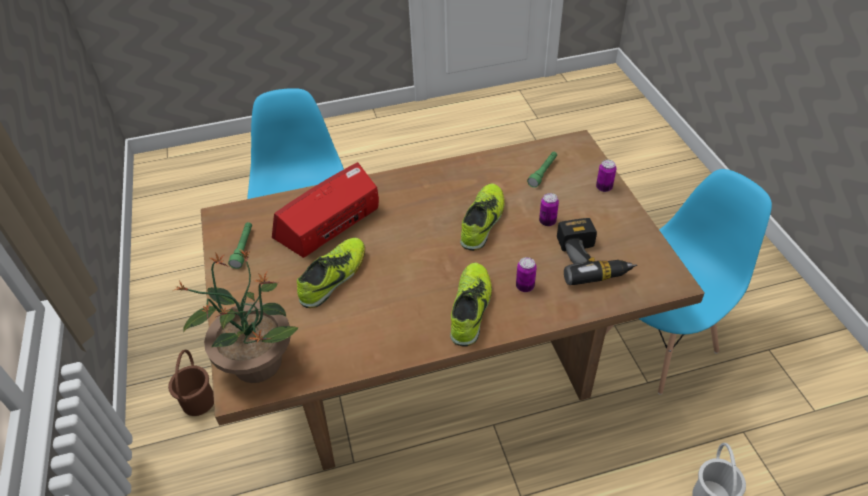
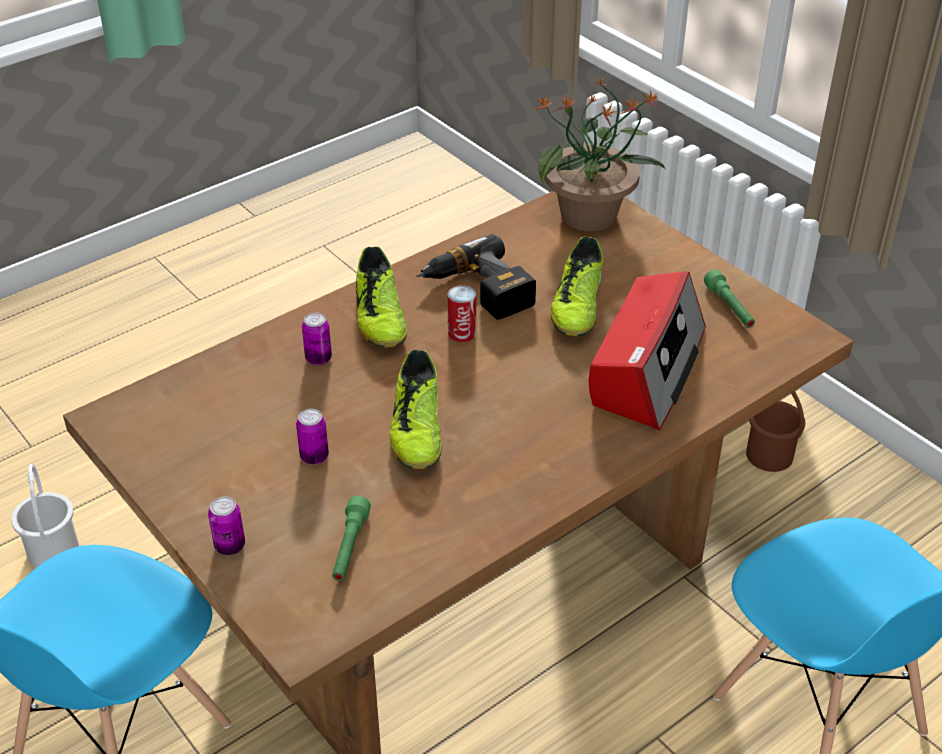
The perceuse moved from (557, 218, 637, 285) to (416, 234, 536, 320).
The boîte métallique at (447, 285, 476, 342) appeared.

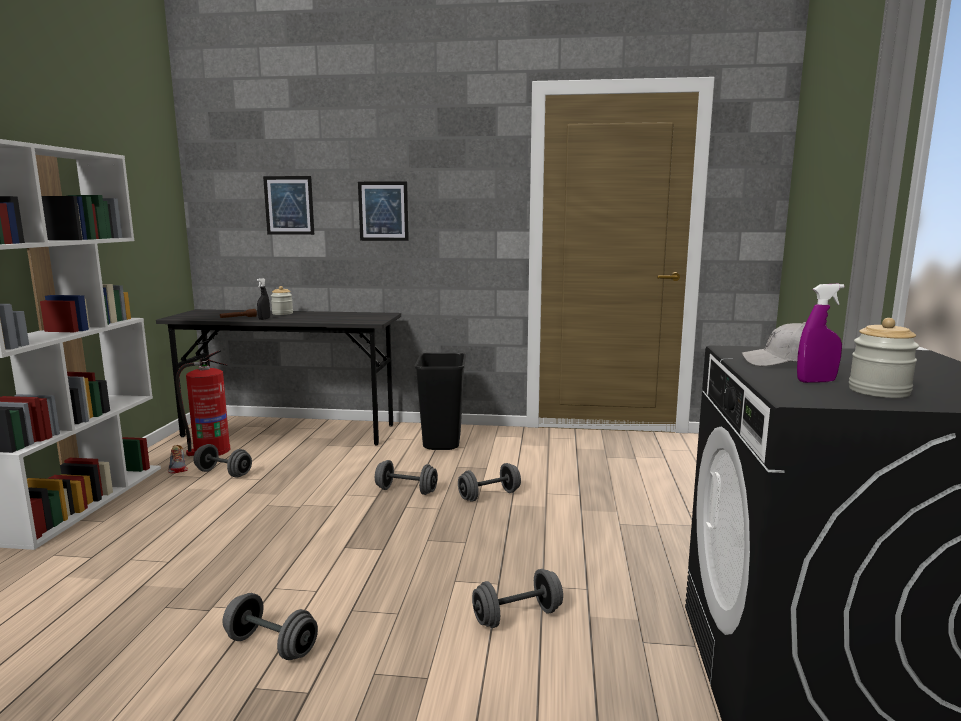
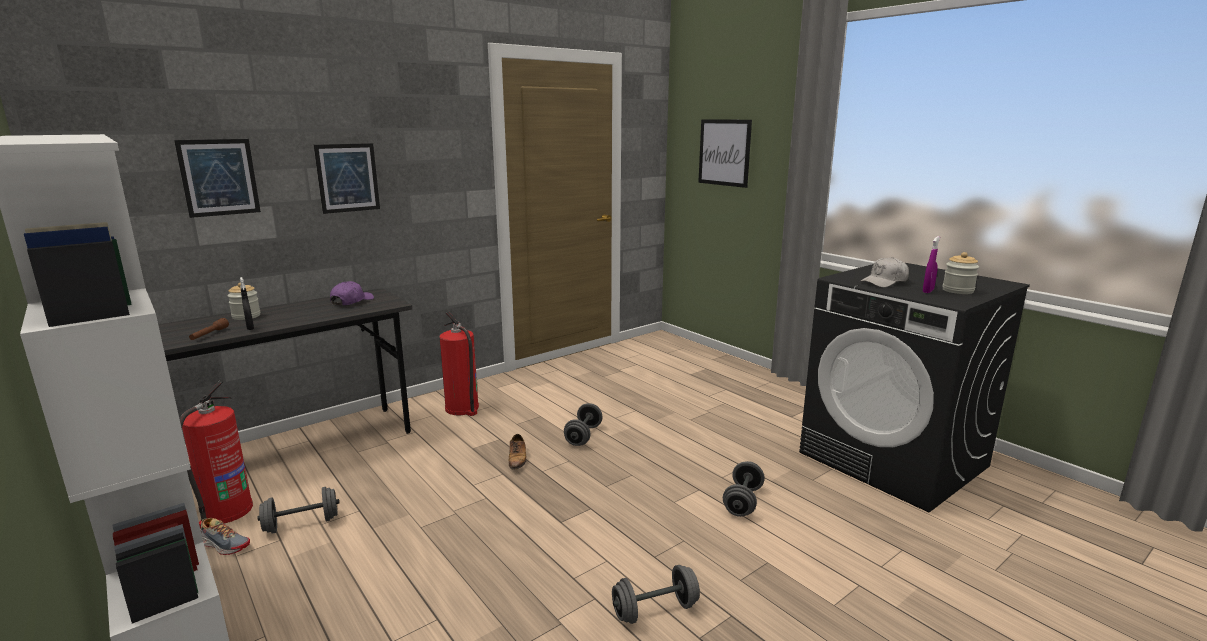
The poubelle/noir at (415, 353, 466, 450) was replaced by the extincteur at (439, 311, 479, 416).
The haltère/gris at (375, 460, 438, 495) was replaced by the chaussure at (509, 434, 527, 470).
The tableau at (698, 119, 752, 188) appeared.
The casquette/violet at (330, 281, 374, 305) appeared.

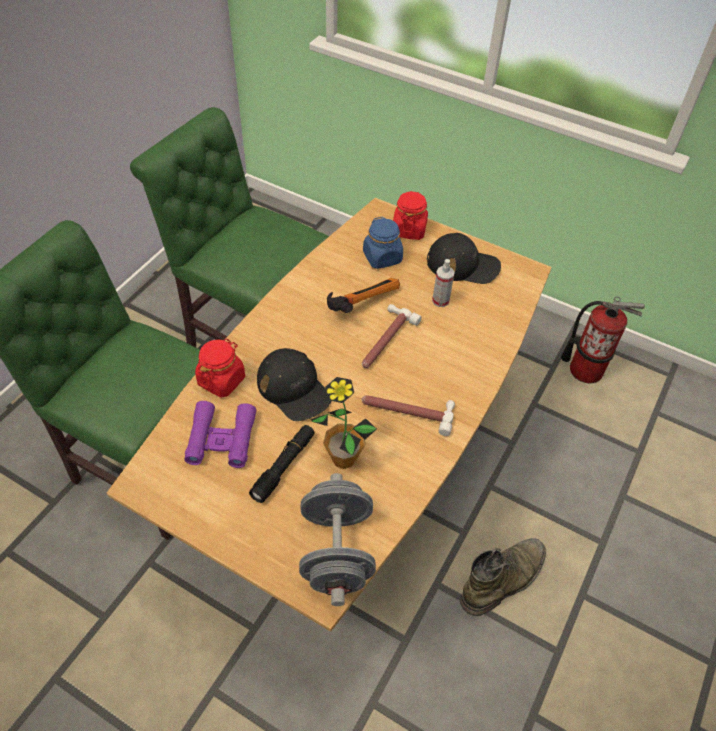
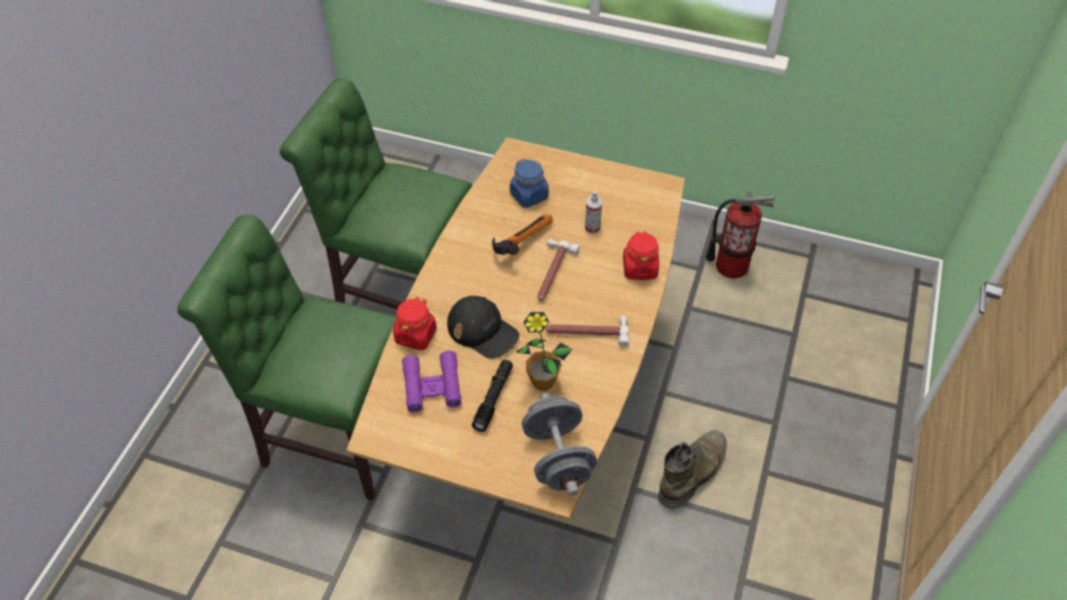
The bocal/rouge moved from (393, 191, 428, 240) to (623, 231, 659, 280).
The casquette/noir at (427, 233, 501, 284) disappeared.

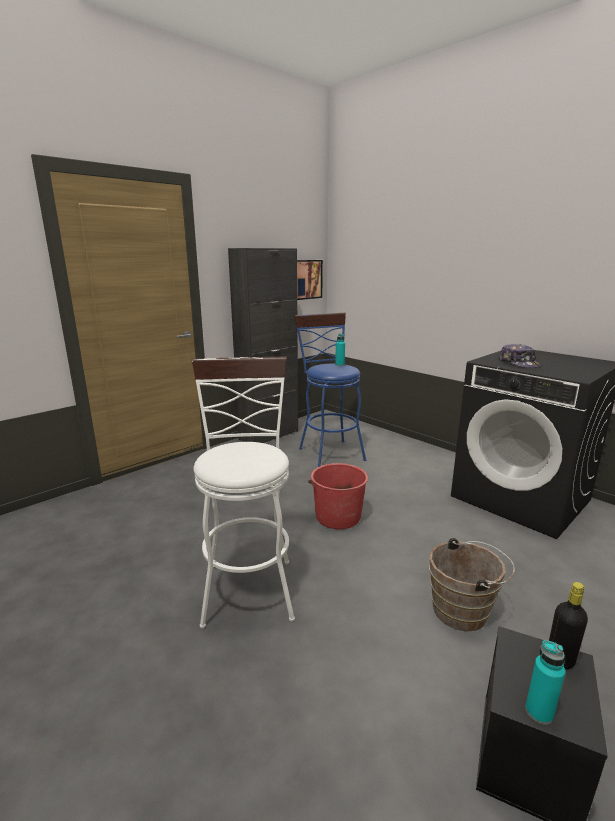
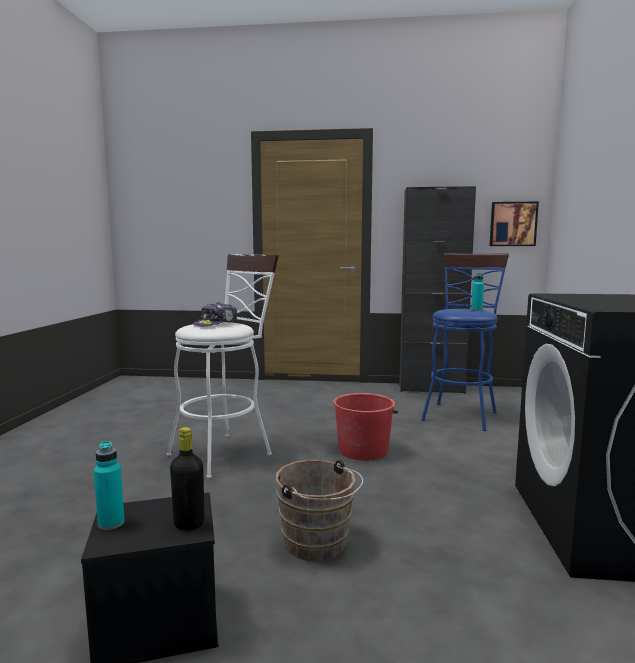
The casquette moved from (499, 344, 540, 368) to (193, 302, 237, 326).

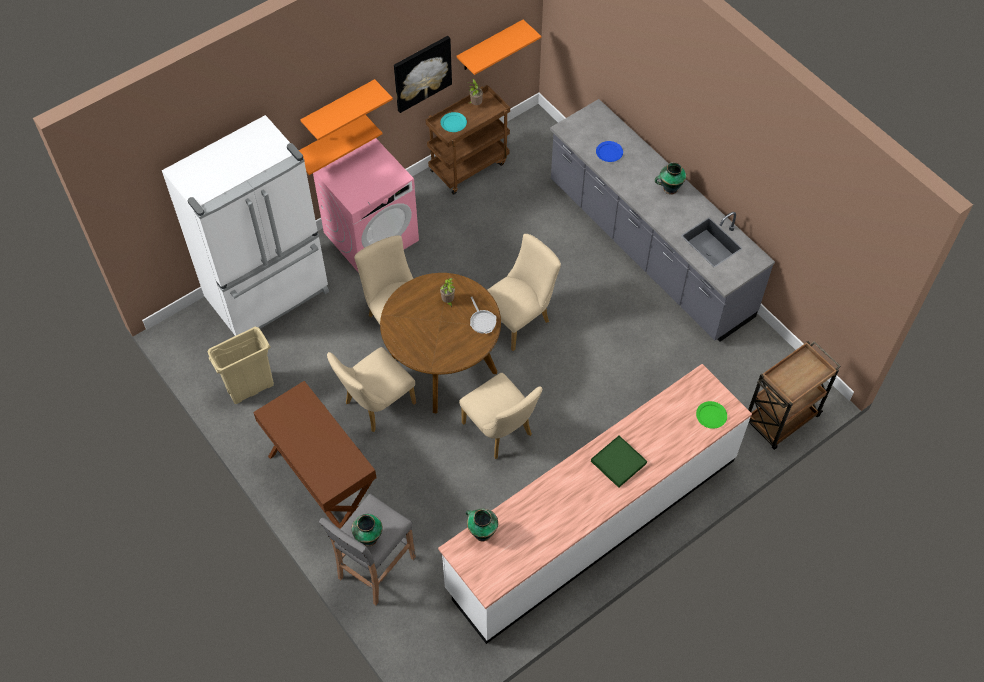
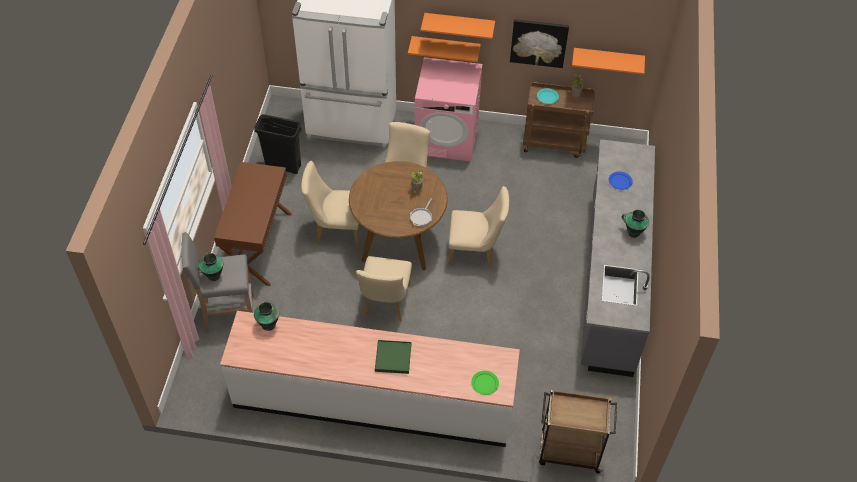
The poubelle/beige at (208, 327, 274, 404) became the poubelle/noir at (254, 114, 302, 174).

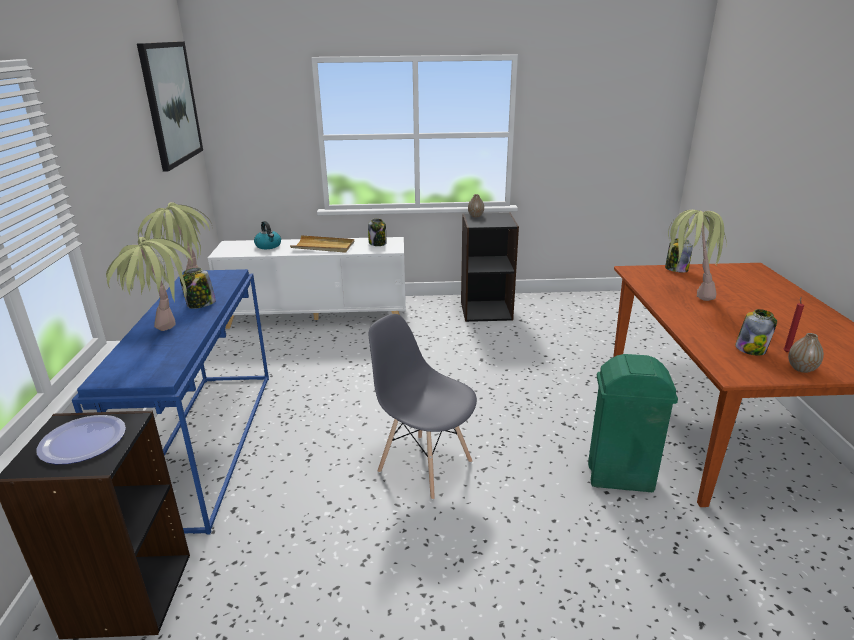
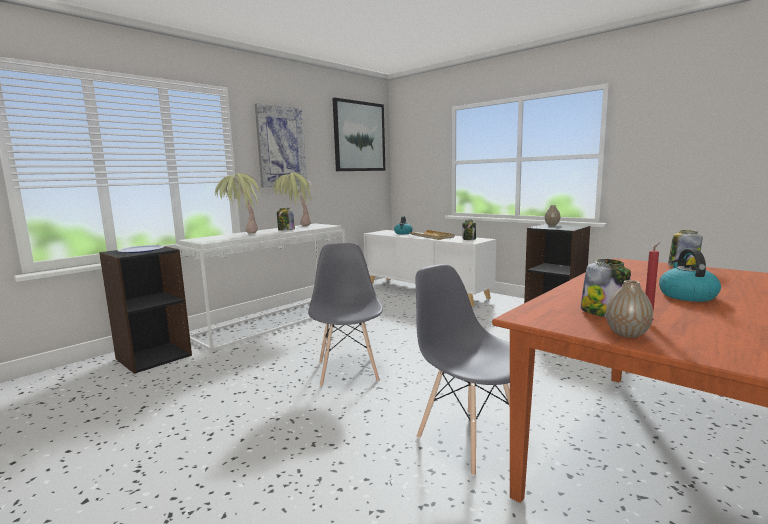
The plante en pot at (668, 210, 727, 301) disappeared.
The table console/bleu at (72, 269, 269, 535) became the table console/blanc at (175, 224, 345, 352).
The poubelle/vert at (588, 354, 678, 492) was replaced by the chaise/gris at (415, 264, 510, 476).
The tableau at (255, 103, 307, 188) appeared.
The bouilloire at (659, 248, 721, 302) appeared.

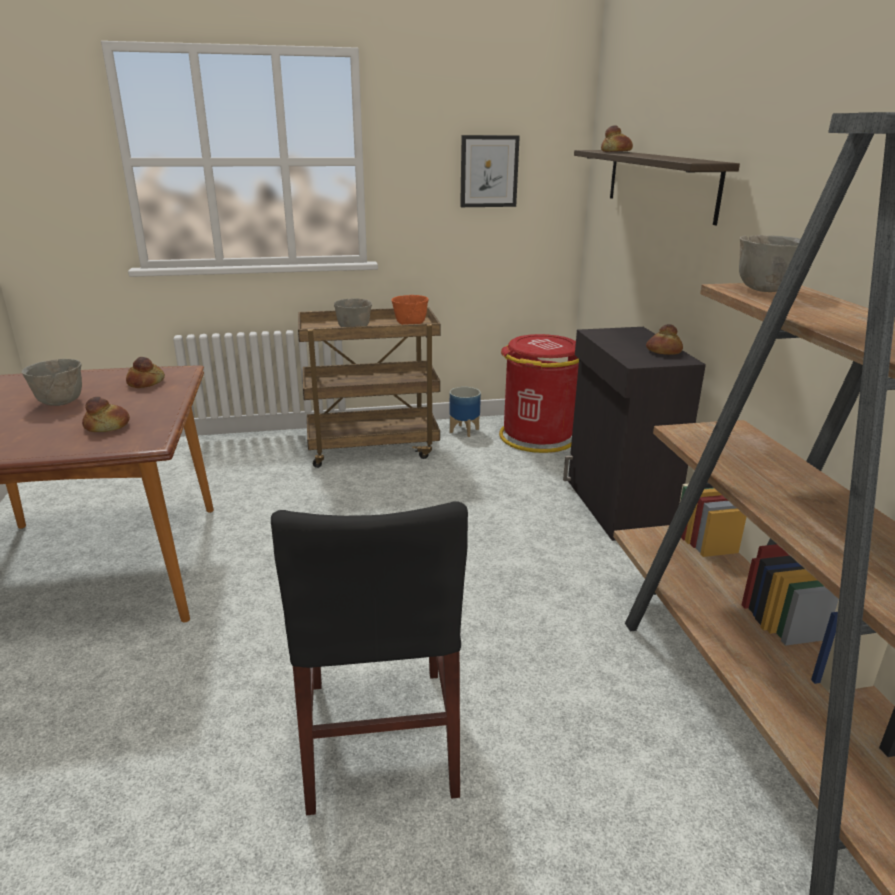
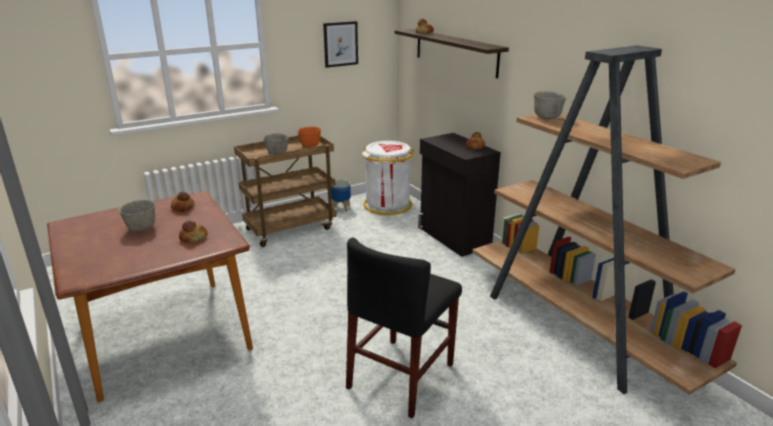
The poubelle/rouge at (499, 334, 579, 453) became the poubelle/blanc at (362, 141, 414, 215).
The chaise/noir at (271, 501, 468, 815) turned 60 degrees clockwise.

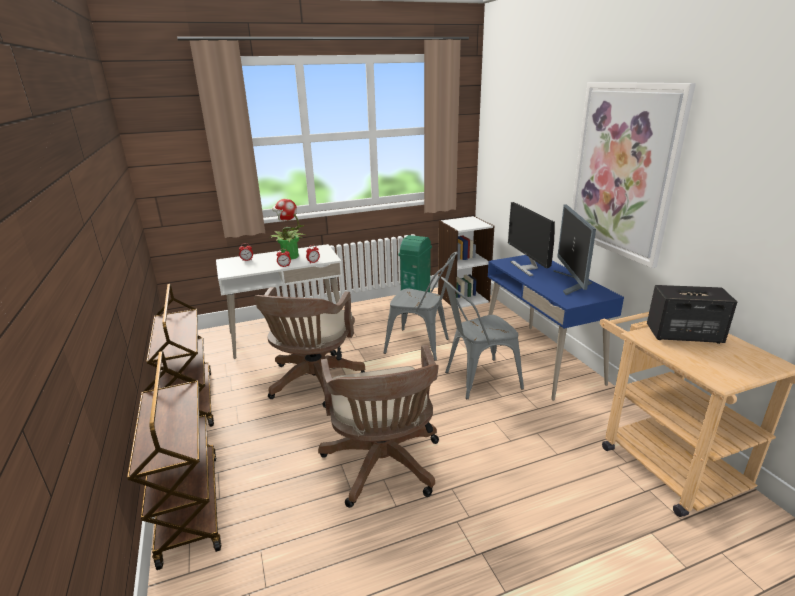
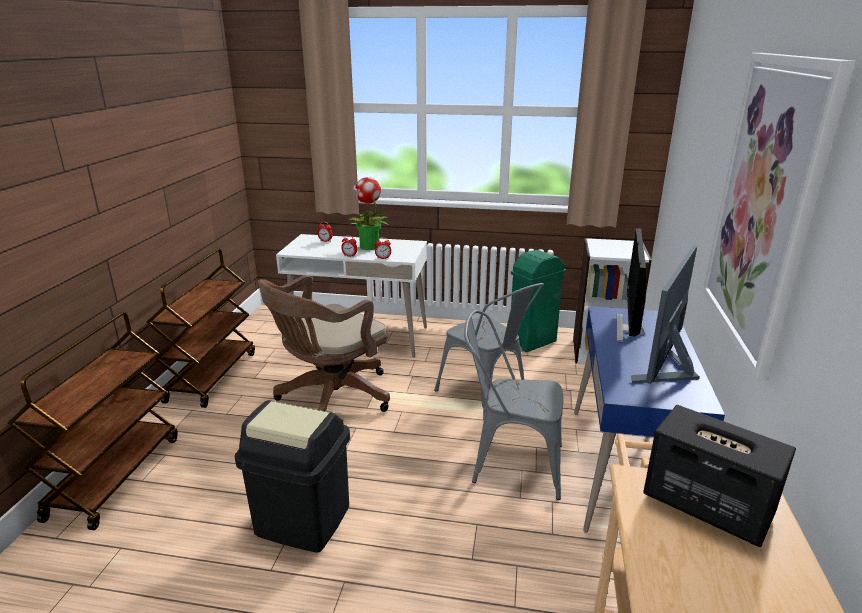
The chaise de bureau/marron at (318, 345, 439, 508) was replaced by the poubelle/noir at (235, 400, 350, 553).

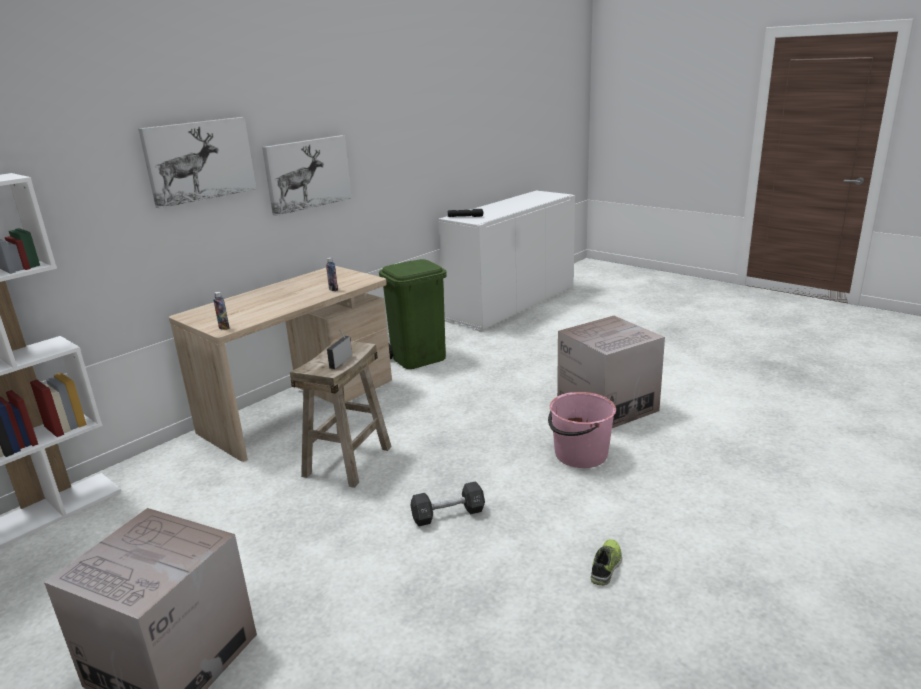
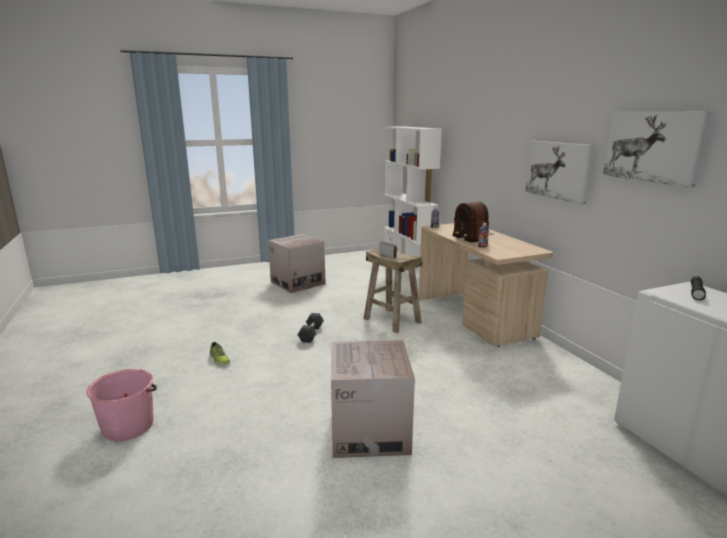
The tableau moved from (138, 117, 256, 208) to (603, 111, 711, 187).
The poubelle/vert at (379, 259, 447, 369) disappeared.
The seau/rose moved from (548, 392, 616, 468) to (86, 369, 157, 442).
The radio at (452, 202, 493, 243) appeared.

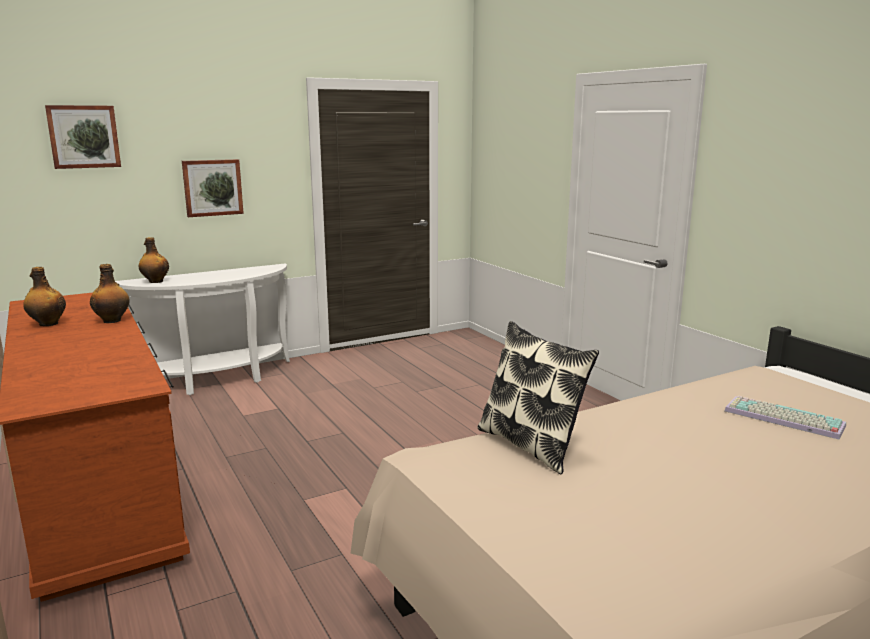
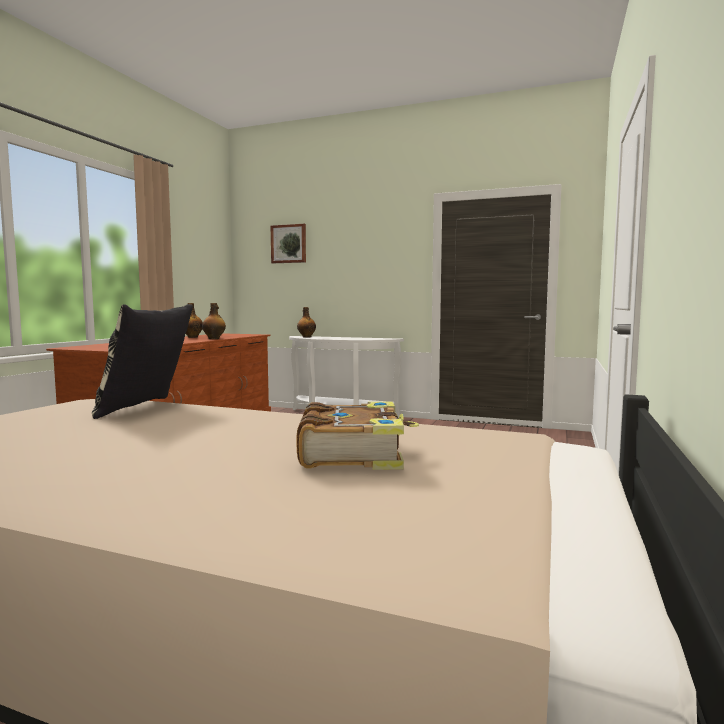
The tableau at (182, 159, 244, 217) disappeared.
The clavier at (725, 396, 846, 440) was replaced by the livre at (297, 401, 419, 470).

